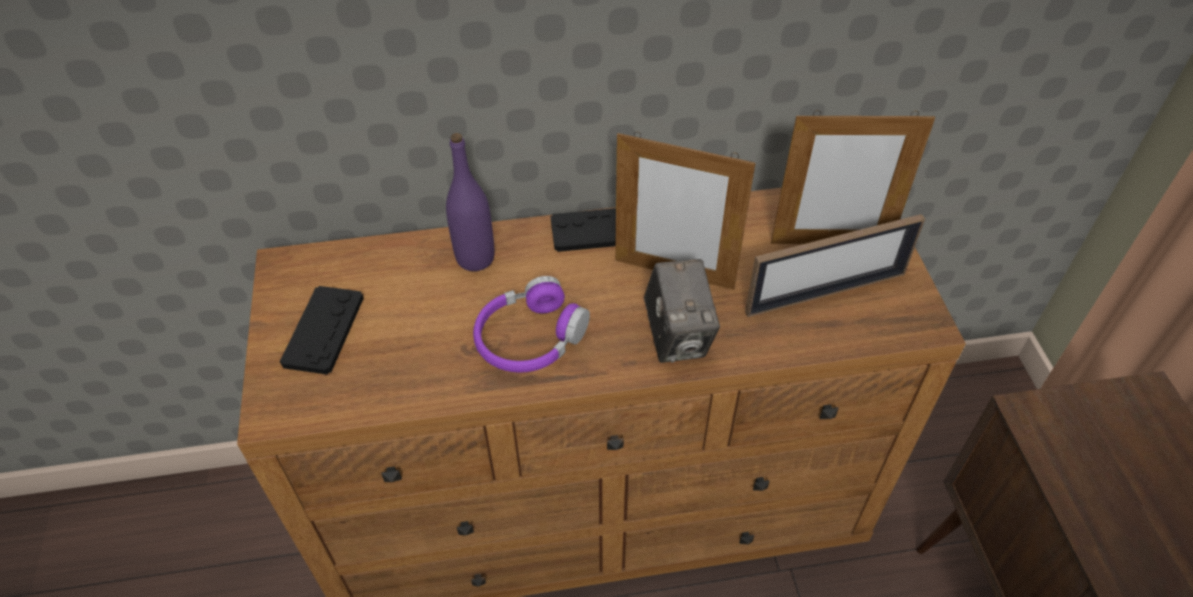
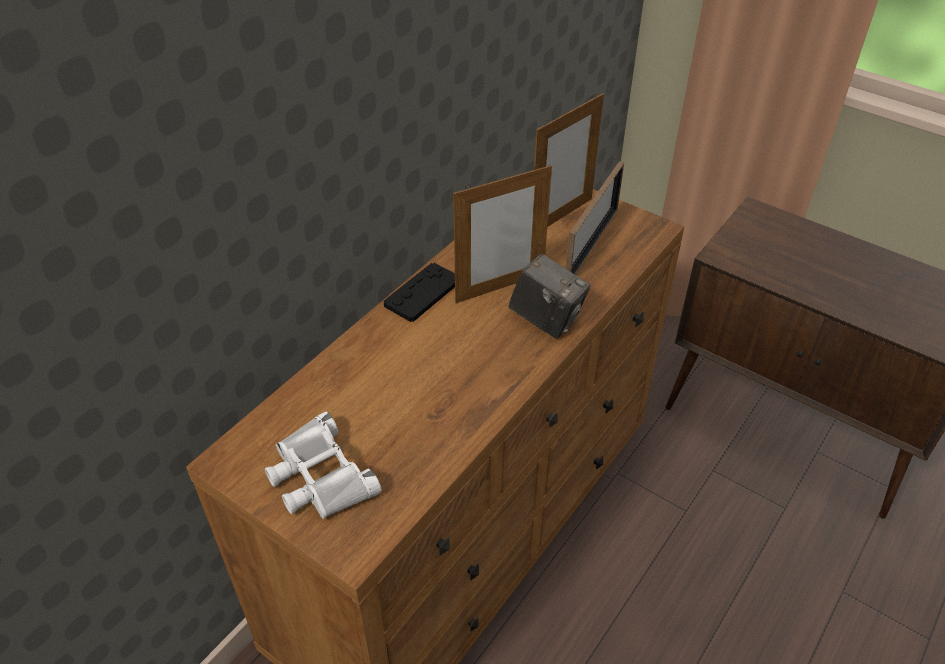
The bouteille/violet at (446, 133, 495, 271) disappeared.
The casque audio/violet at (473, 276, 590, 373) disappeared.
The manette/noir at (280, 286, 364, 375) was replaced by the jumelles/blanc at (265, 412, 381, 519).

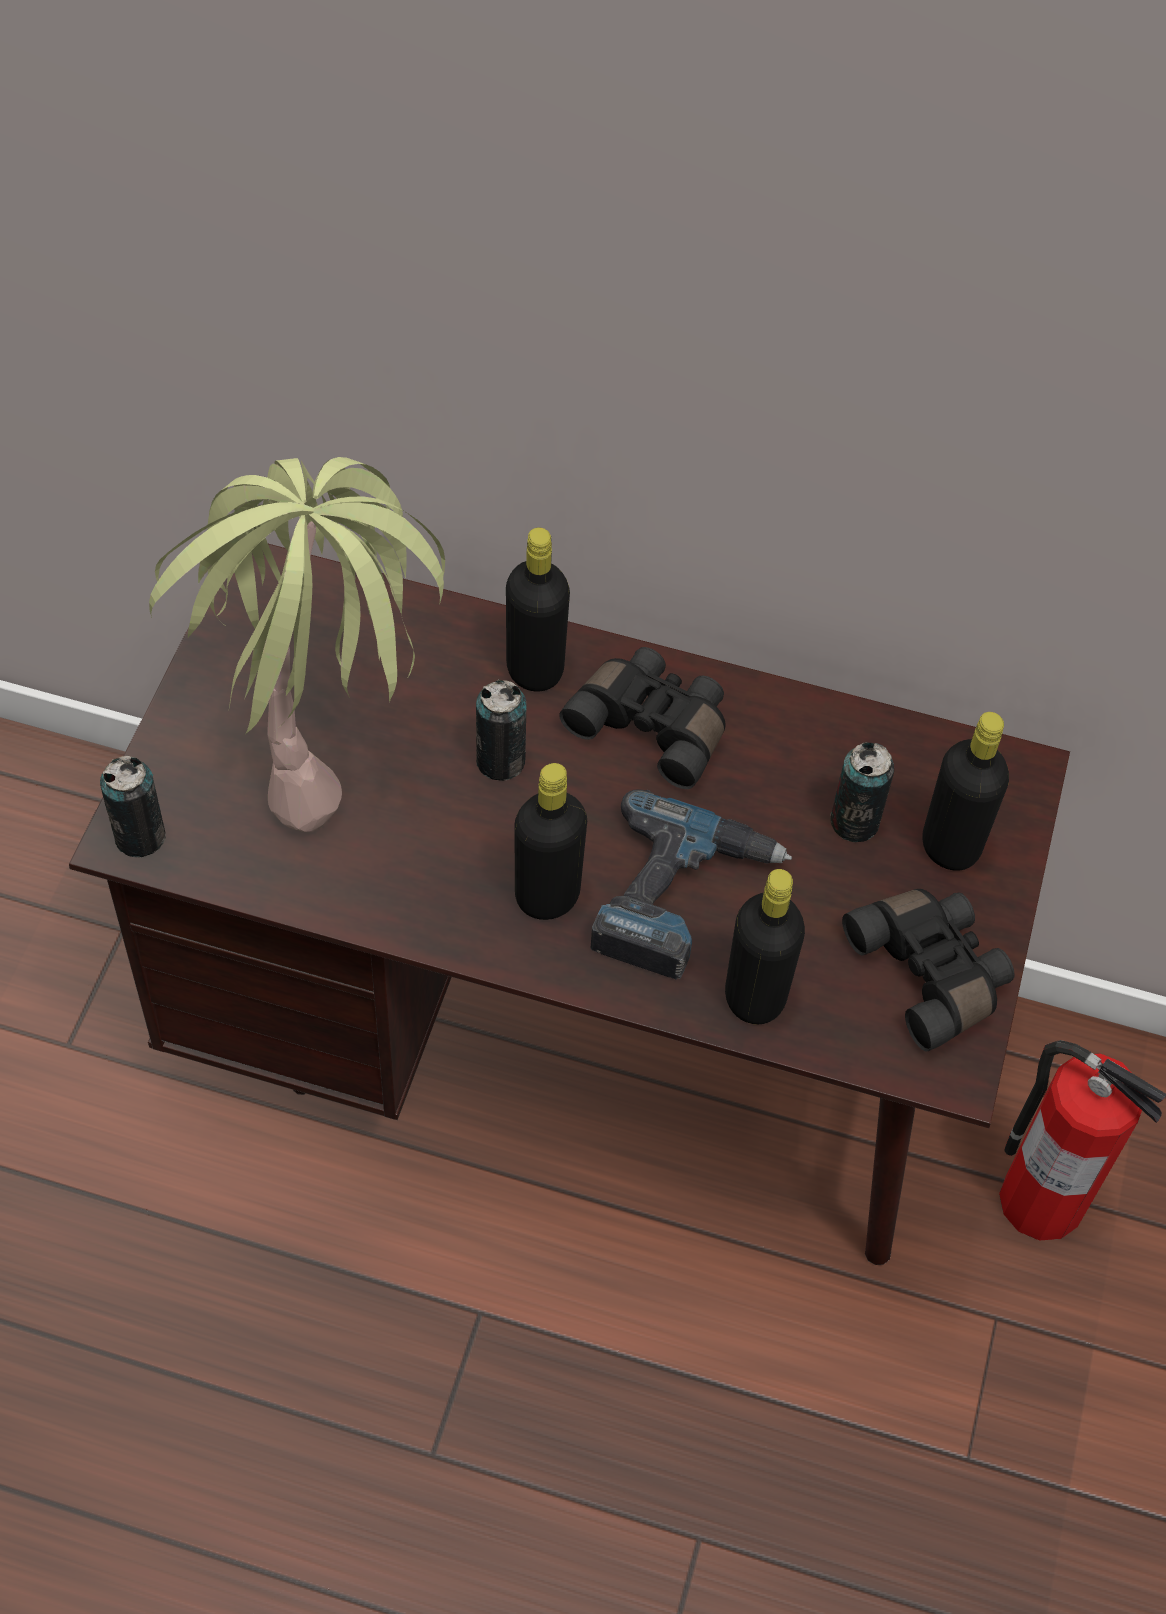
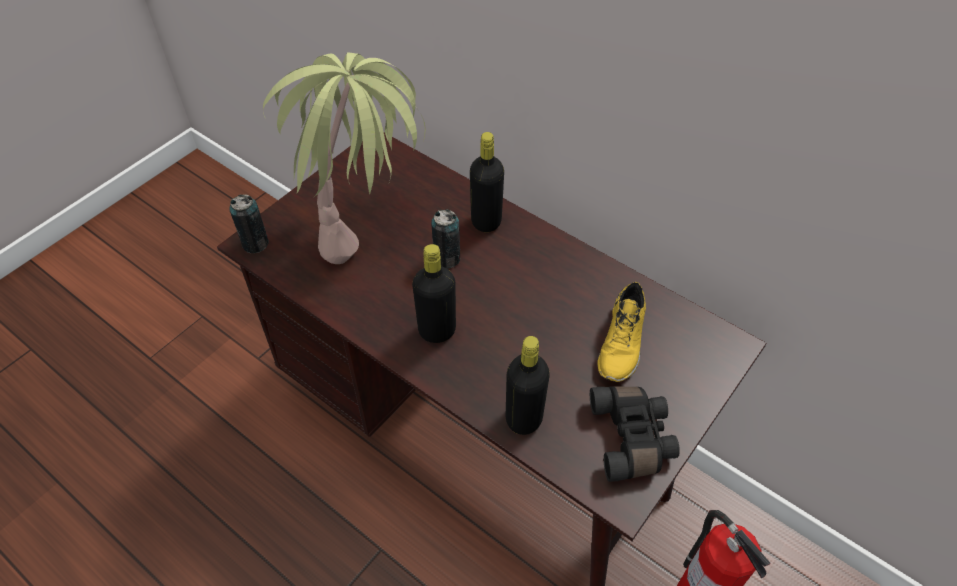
The jumelles/noir at (559, 647, 726, 789) disappeared.
The bouteille/noir at (922, 712, 1009, 871) disappeared.
The boîte métallique at (830, 742, 894, 842) was replaced by the chaussure/jaune at (597, 282, 646, 382).
The perceuse at (591, 789, 792, 980) disappeared.

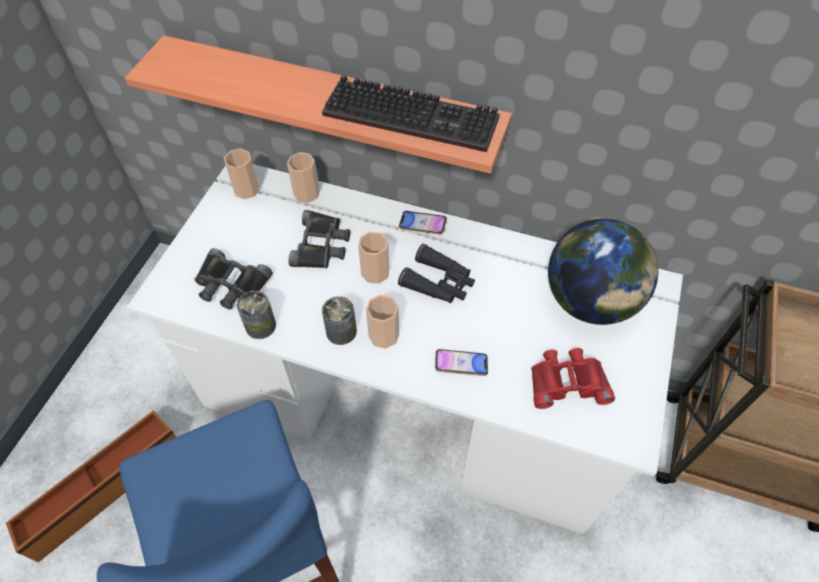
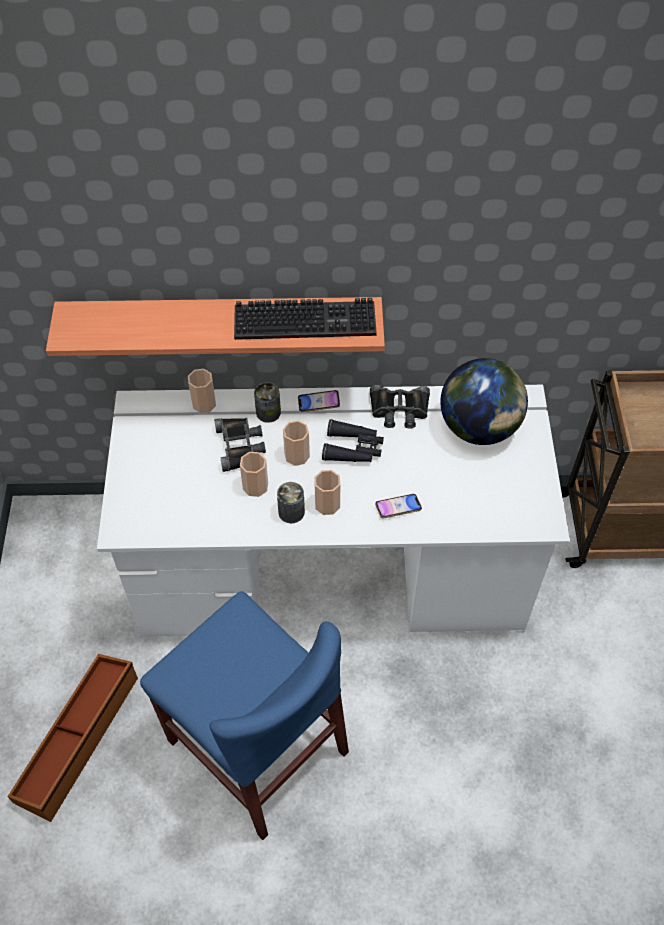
The tasse moved from (224, 148, 260, 199) to (240, 452, 268, 497).
The jumelles/noir moved from (194, 248, 273, 309) to (370, 385, 430, 429).
The boîte métallique moved from (237, 291, 276, 339) to (254, 382, 281, 423).
The jumelles/rouge at (531, 348, 615, 409) disappeared.

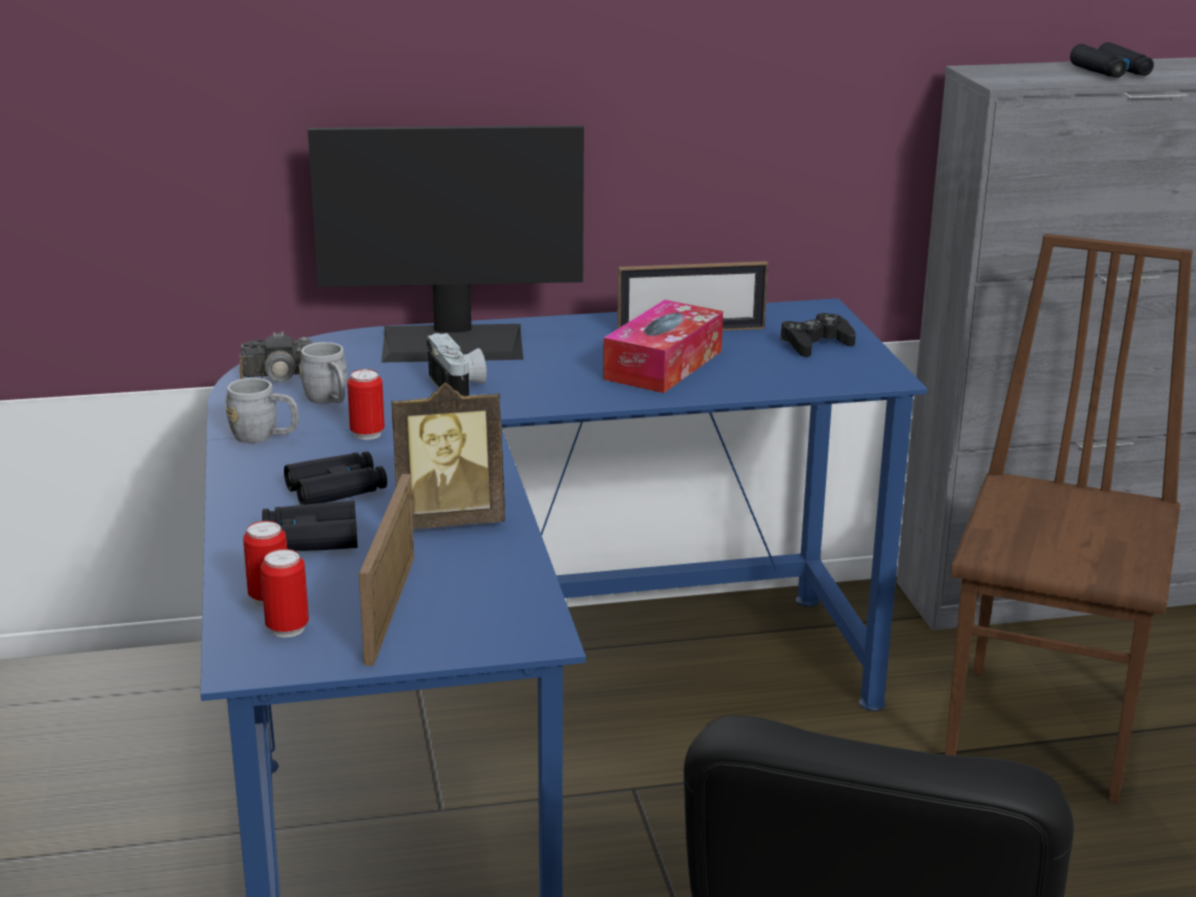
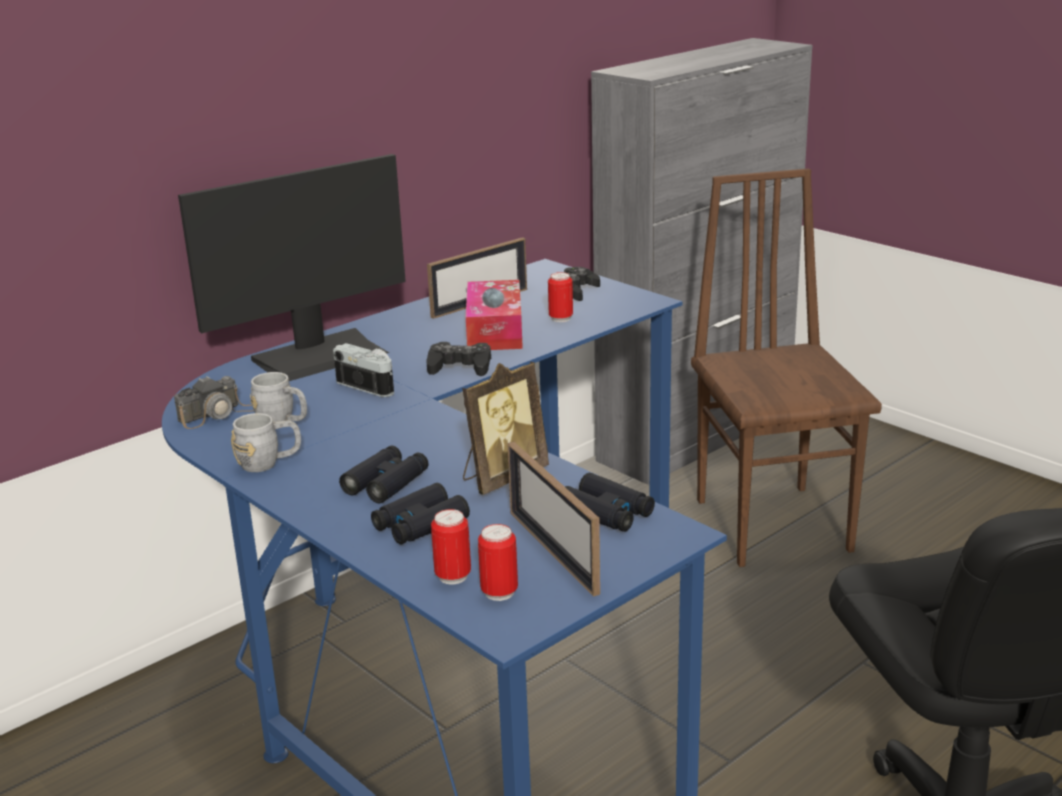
The jumelles/noir moved from (1070, 42, 1154, 78) to (565, 473, 655, 532).
The boîte métallique moved from (347, 369, 385, 440) to (548, 272, 573, 322).
The manette/noir at (426, 342, 491, 376) appeared.

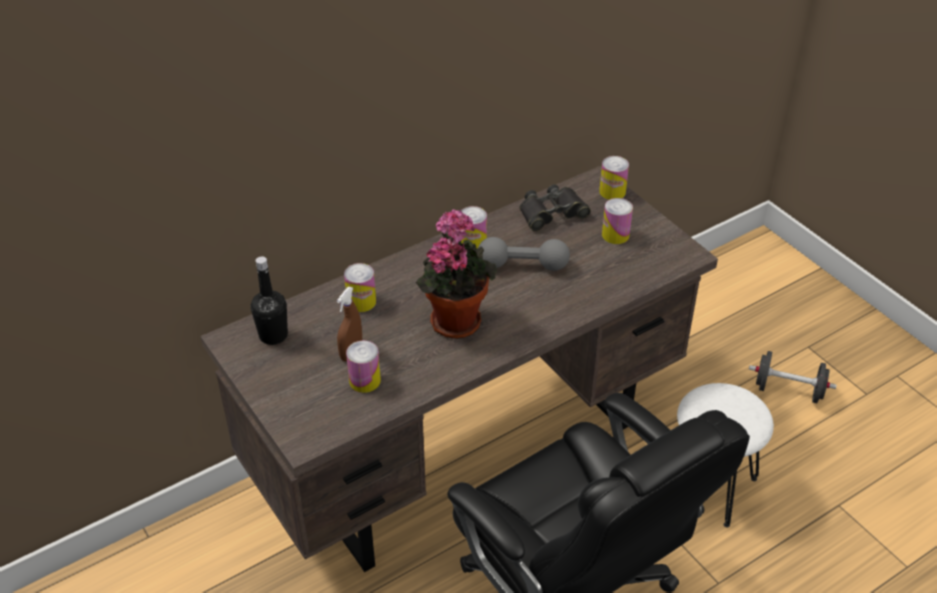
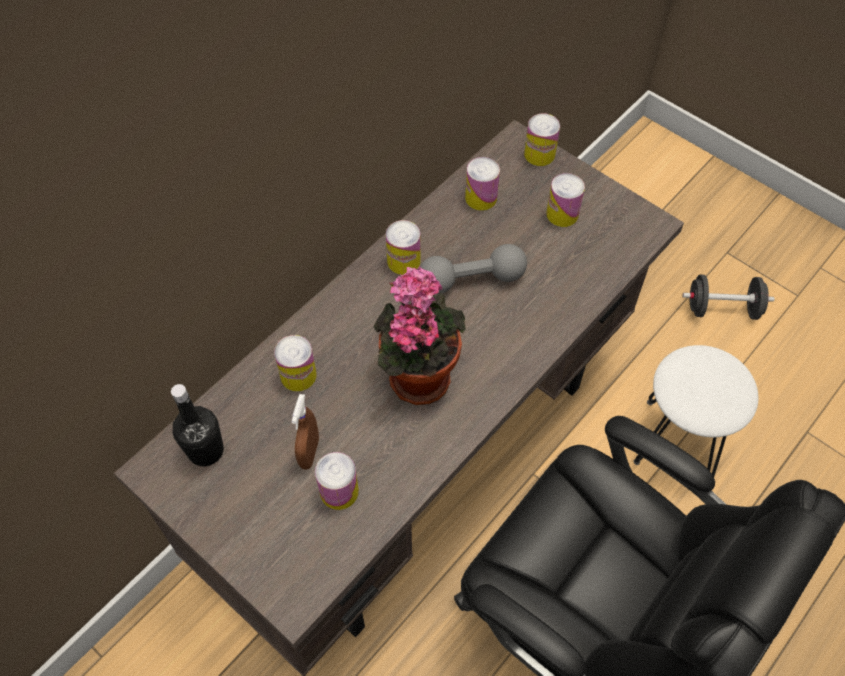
The jumelles/noir at (519, 184, 591, 231) was replaced by the boîte métallique at (465, 157, 500, 211).

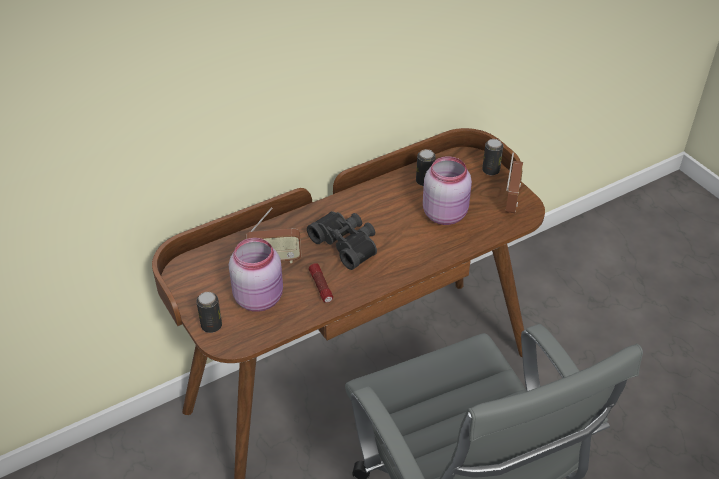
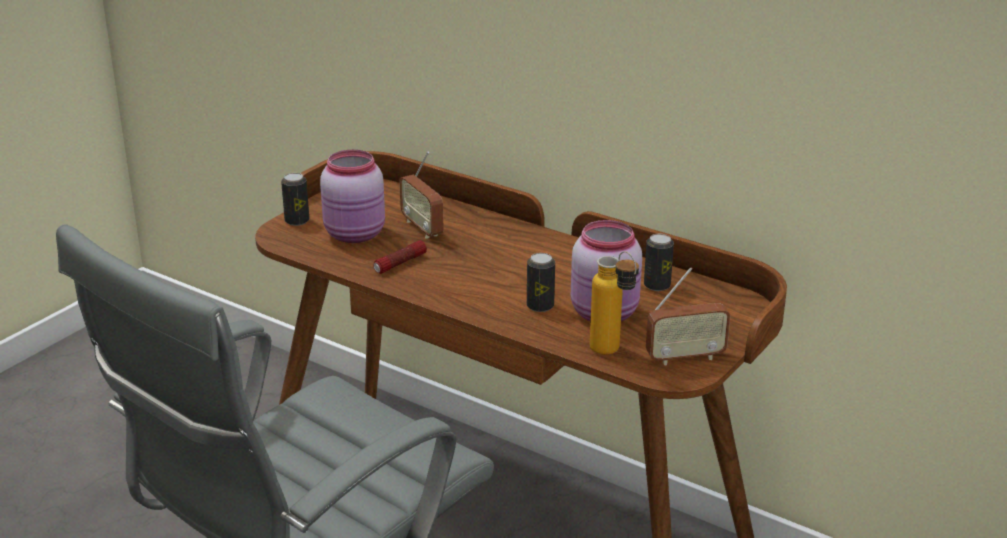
The boîte métallique moved from (482, 139, 503, 176) to (527, 253, 555, 312).
The jumelles/noir at (307, 211, 377, 270) disappeared.
The bouteille at (590, 251, 639, 355) appeared.

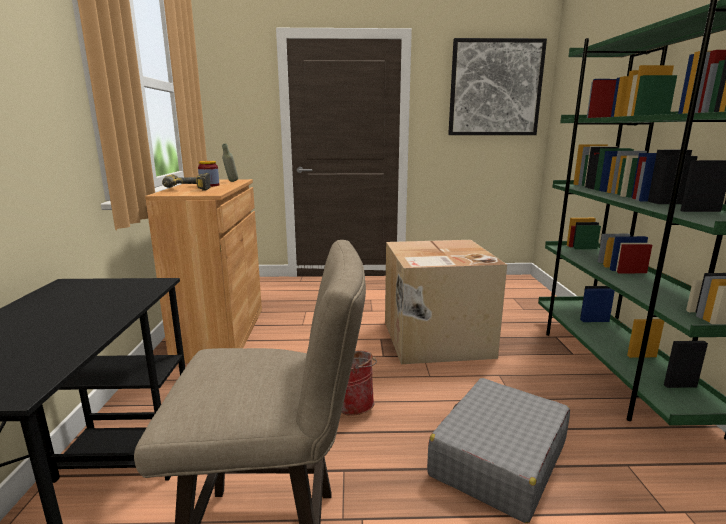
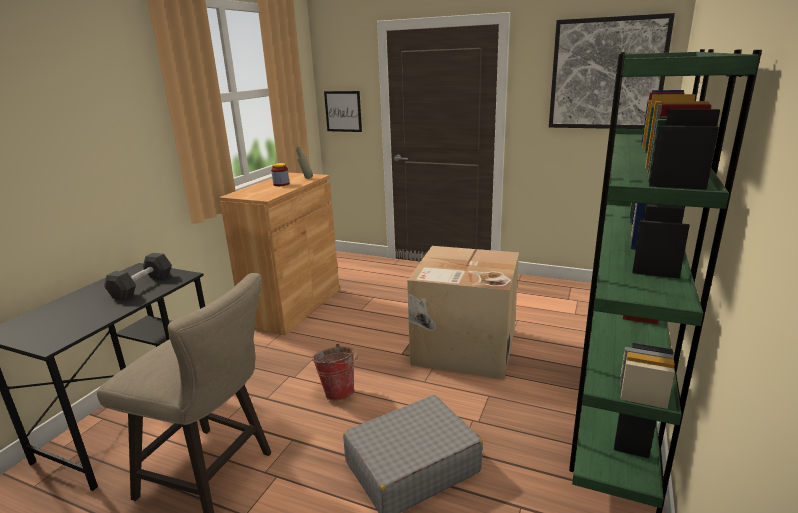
The perceuse at (162, 173, 210, 191) disappeared.
The tableau at (324, 91, 362, 132) appeared.
The haltère/noir at (104, 253, 172, 300) appeared.

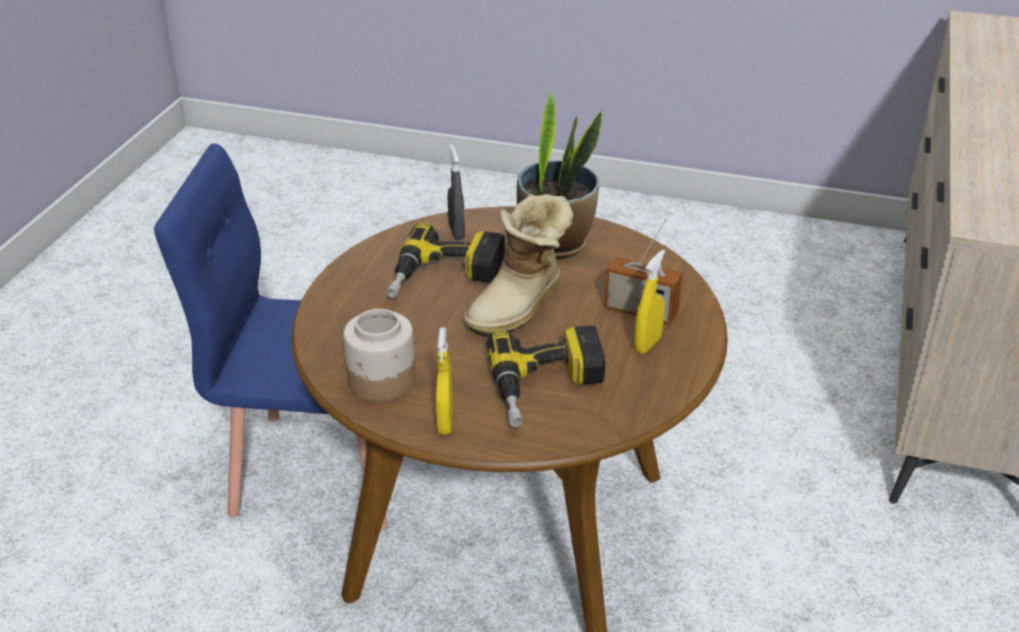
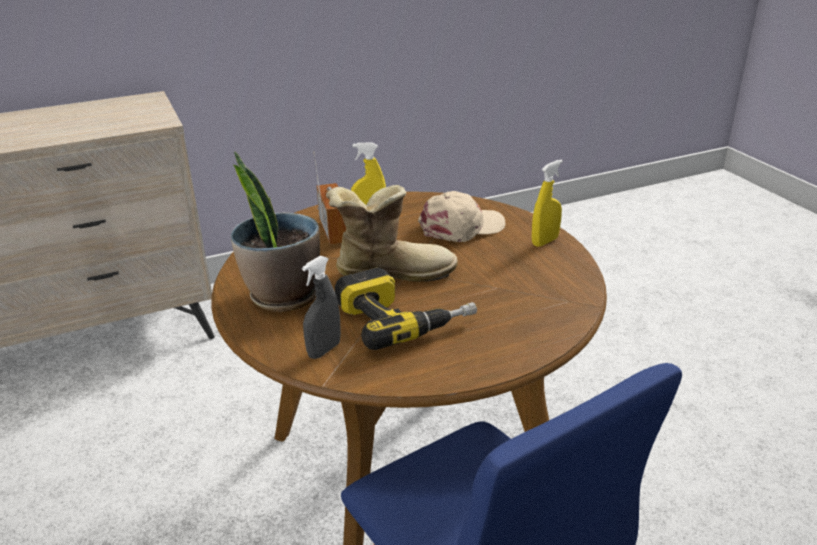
The bocal at (343, 309, 416, 402) disappeared.
The perceuse at (487, 326, 605, 427) was replaced by the casquette/beige at (418, 191, 505, 242).

